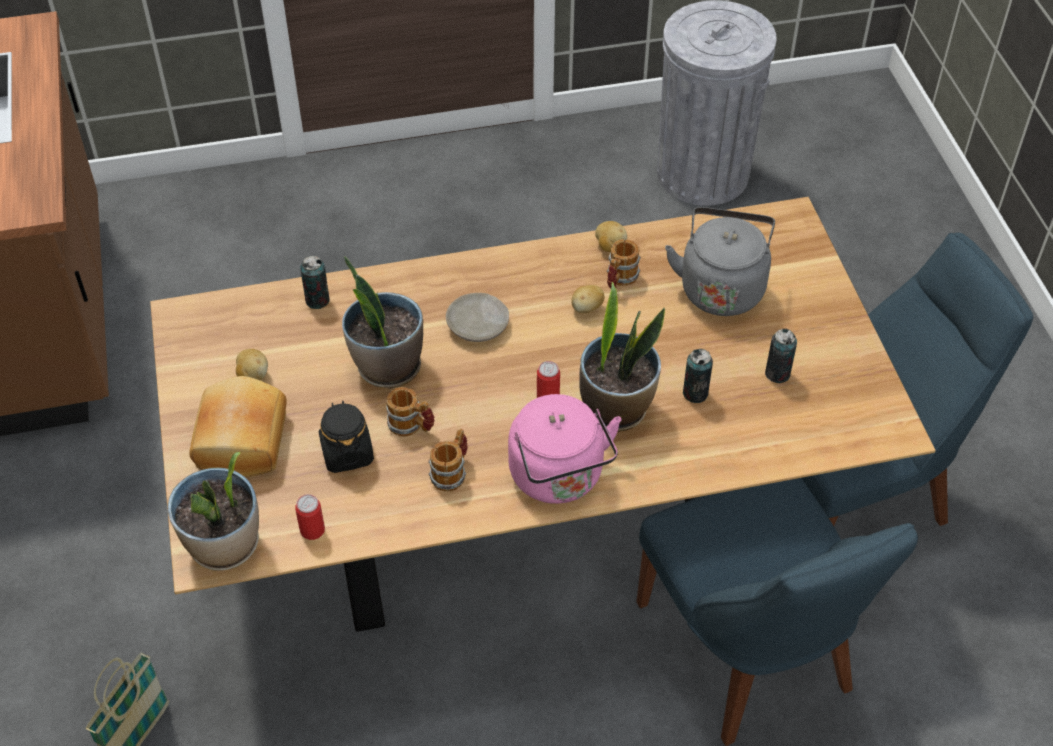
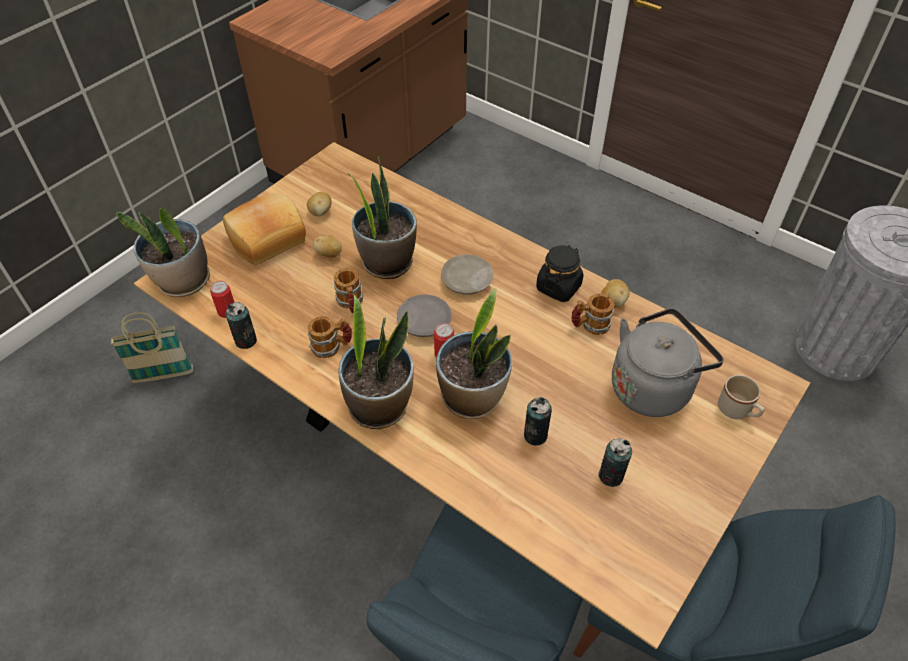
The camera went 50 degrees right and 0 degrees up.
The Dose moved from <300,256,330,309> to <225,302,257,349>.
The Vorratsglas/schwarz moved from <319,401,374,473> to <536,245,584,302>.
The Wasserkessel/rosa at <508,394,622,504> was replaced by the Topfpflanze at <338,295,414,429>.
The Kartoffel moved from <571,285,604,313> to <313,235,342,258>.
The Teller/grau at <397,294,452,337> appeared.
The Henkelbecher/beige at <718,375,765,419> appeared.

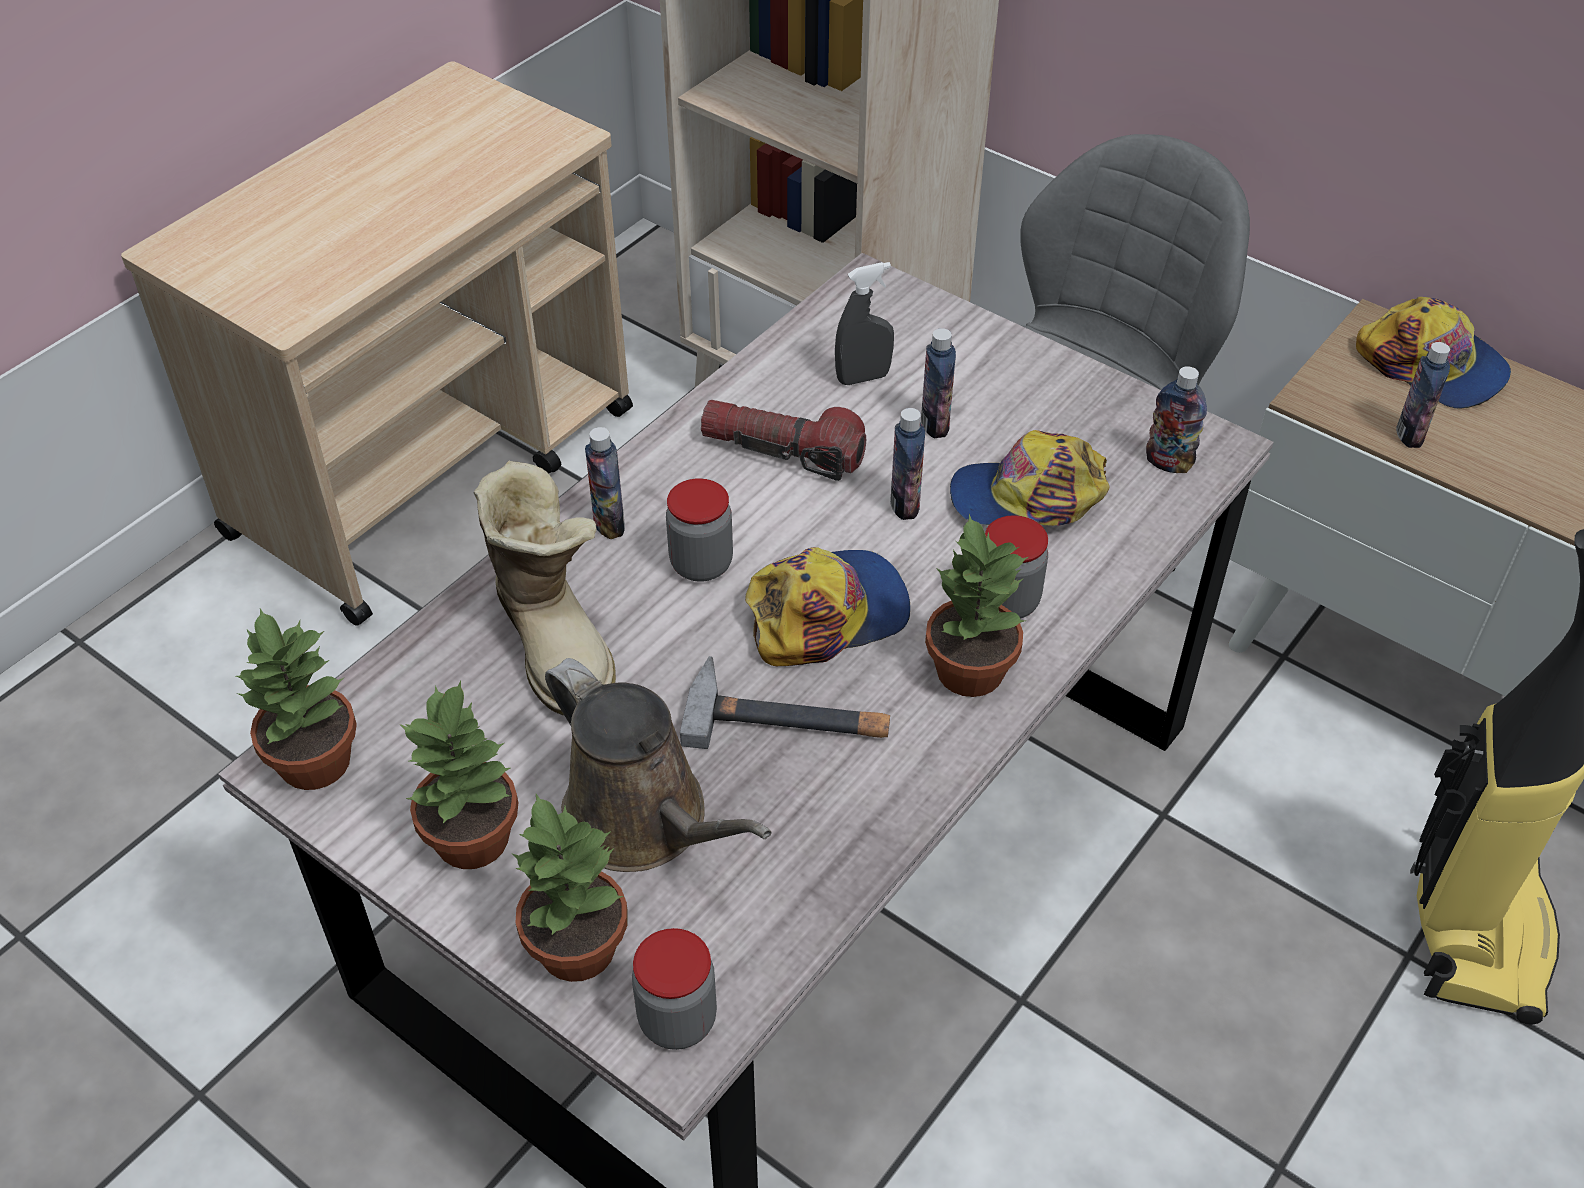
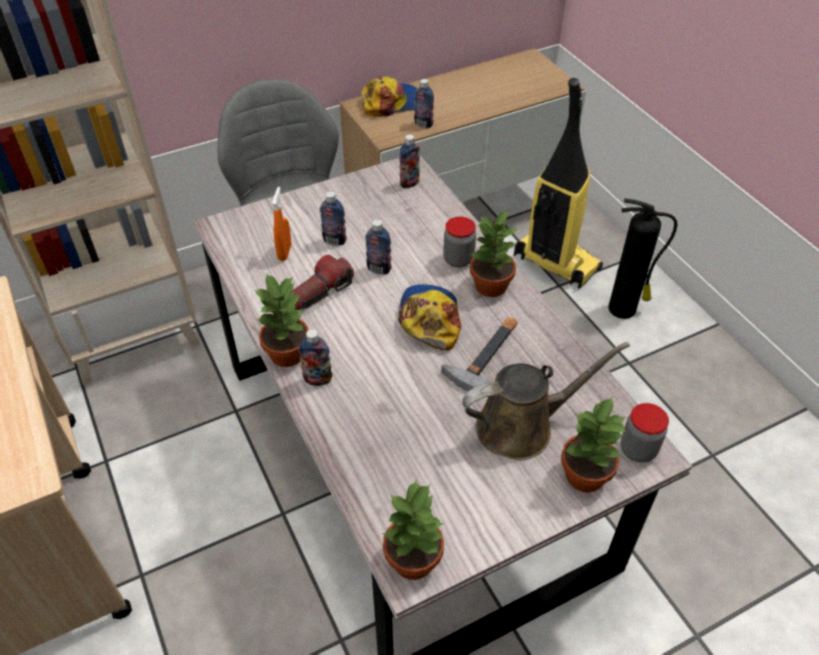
The camera went 65 degrees left and 0 degrees up.
The Topfpflanze moved from <400,681,518,869> to <253,273,309,367>.
The Stiefel at <474,461,616,715> disappeared.
The Vorratsglas at <666,478,733,582> disappeared.
The Sprühflasche/grau at <835,262,894,385> became the Sprühflasche/orange at <272,187,291,261>.
The Kappe at <950,430,1109,526> disappeared.
The Feuerlöscher at <608,199,677,319> appeared.

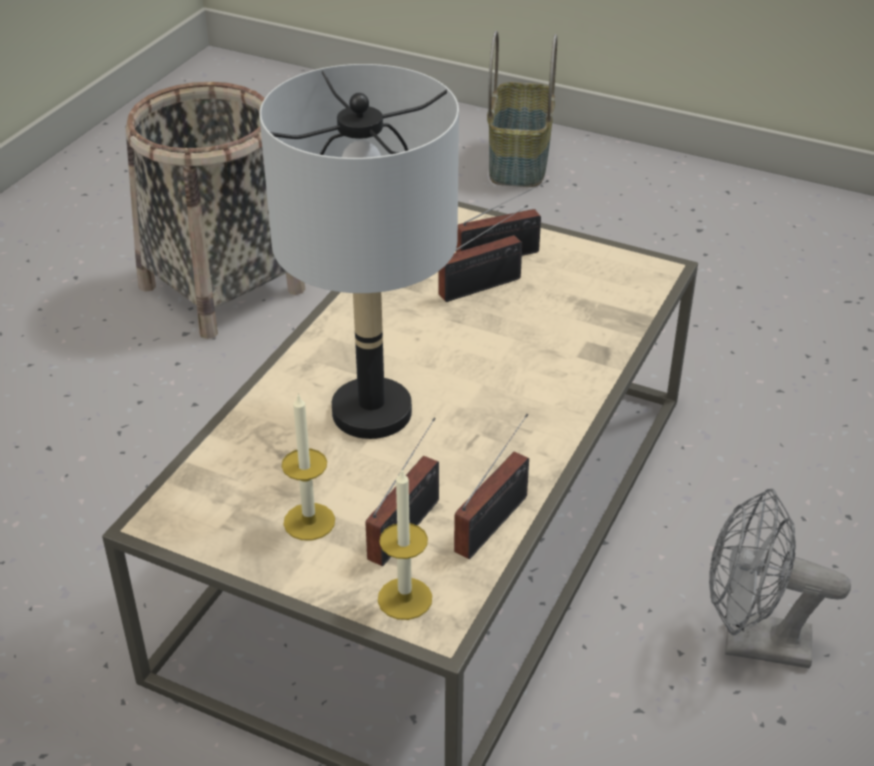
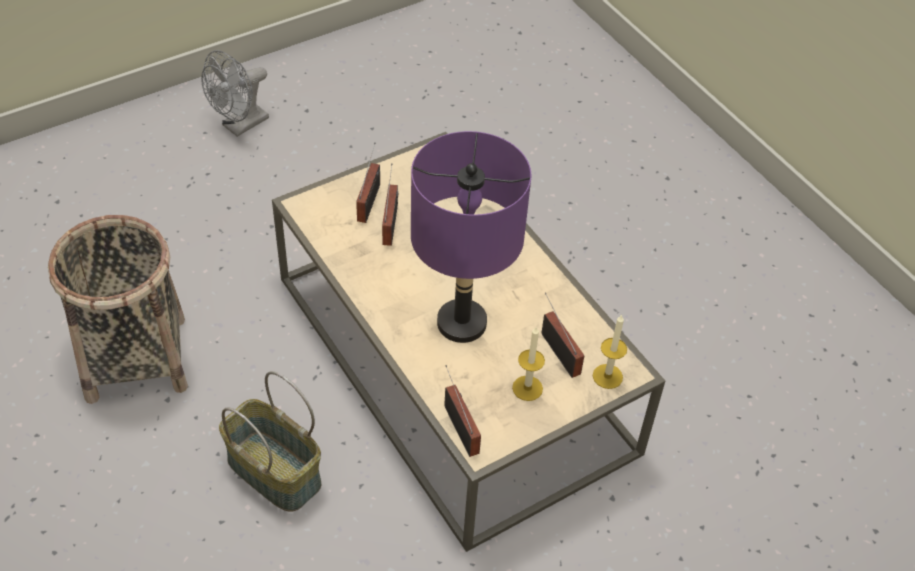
The camera went 60 degrees left and 10 degrees up.
The Tischlampe/grau at <259,64,459,439> became the Tischlampe/lila at <411,131,531,343>.
The Radio moved from <454,414,529,559> to <444,365,481,457>.
The Korb moved from <487,31,557,187> to <219,371,321,512>.
The Ventilator/grau moved from <709,489,851,668> to <201,50,269,137>.

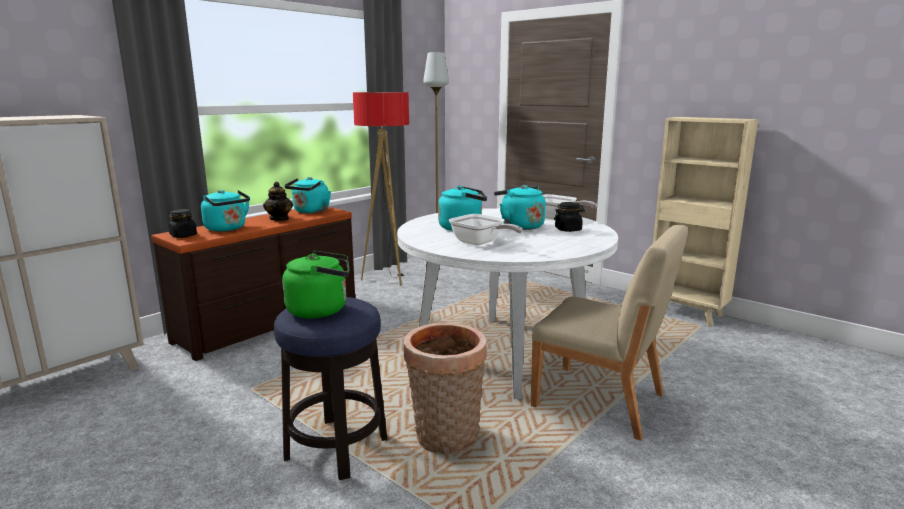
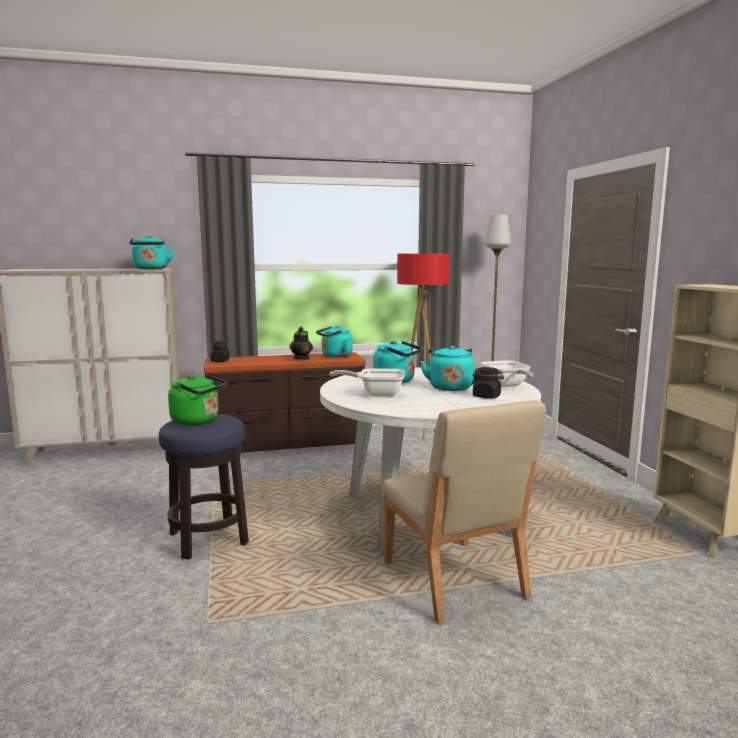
The camera went 35 degrees right and 5 degrees down.
The Wasserkessel/türkis moved from <201,190,250,231> to <130,235,175,269>.
The Korb at <404,323,487,455> disappeared.
The Pfanne at <449,214,523,245> turned 105 degrees clockwise.

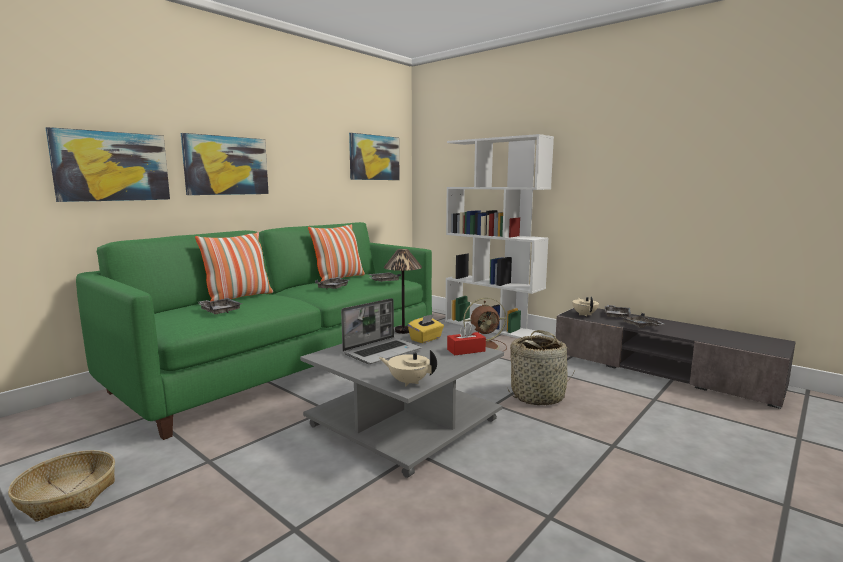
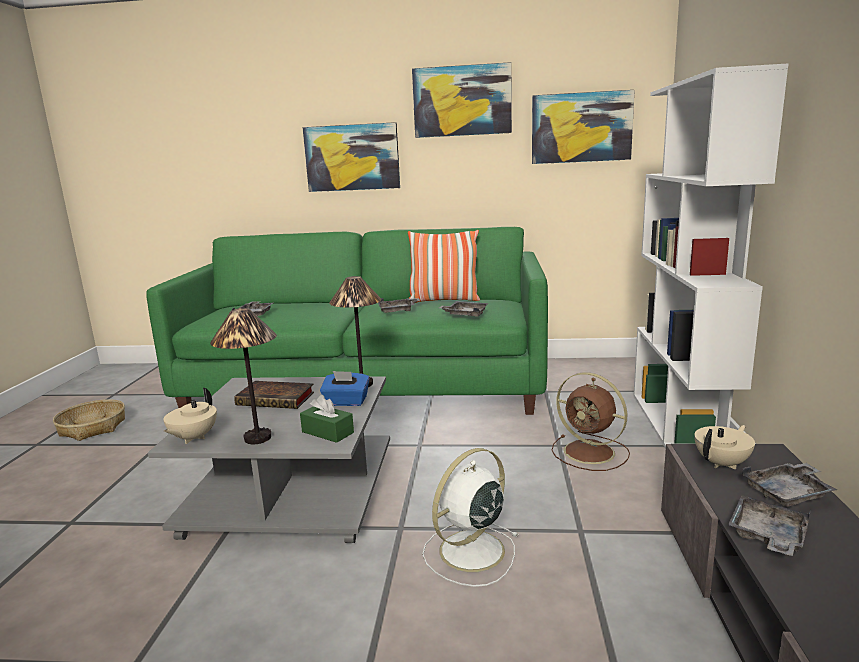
The camera went 55 degrees right and 5 degrees up.
The Bild moved from <45,127,170,202> to <412,62,512,138>.
The Kissen at <195,232,273,301> disappeared.
The Laptop at <341,298,421,364> was replaced by the Buch at <234,381,314,409>.
The Teekanne/beige at <379,350,437,386> turned 150 degrees counterclockwise.
The Taschentuchbox/gelb at <408,314,444,343> became the Taschentuchbox/blau at <320,371,370,406>.
The Taschentuchbox/rot at <447,323,486,355> became the Taschentuchbox/grün at <300,395,354,443>.
The Korb at <508,330,575,405> was replaced by the Ventilator/weiß at <422,448,518,587>.
The Tischlampe at <210,308,277,444> appeared.

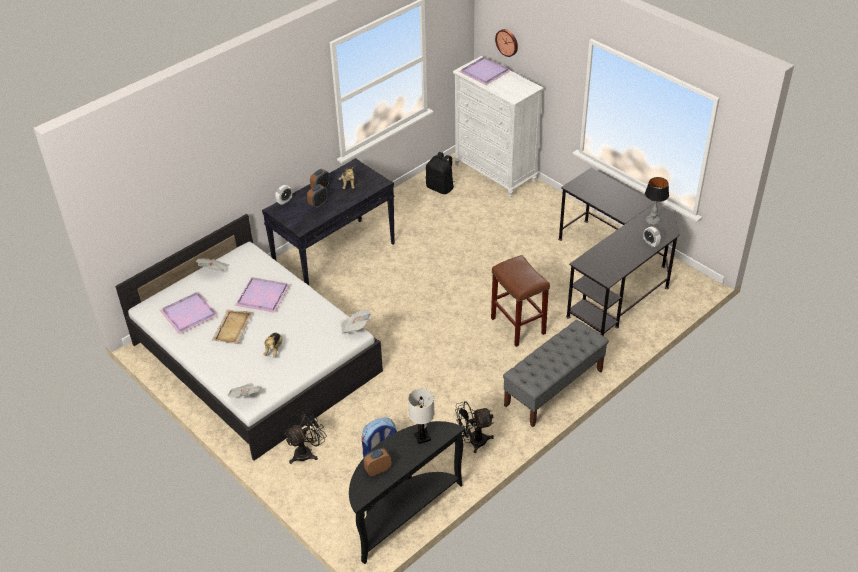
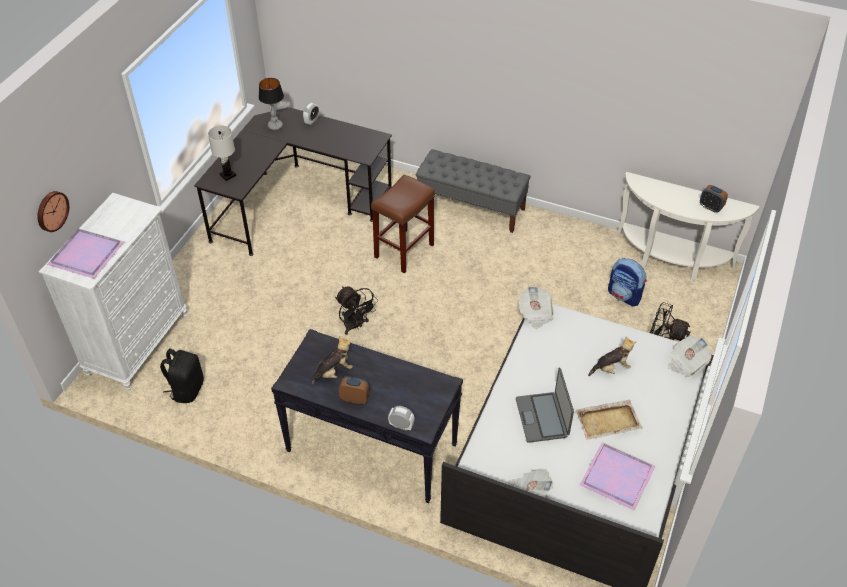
The camera went 115 degrees left and 5 degrees up.
The Tablett/lila at <235,277,290,313> was replaced by the Laptop at <516,368,574,443>.
The Wecker at <307,184,328,208> disappeared.
The Konsolentisch/schwarz at <349,421,465,564> became the Konsolentisch/weiß at <616,172,759,281>.
The Tischlampe/weiß moved from <408,389,435,444> to <208,126,236,181>.
The Ventilator/schwarz moved from <455,401,494,453> to <335,286,378,335>.

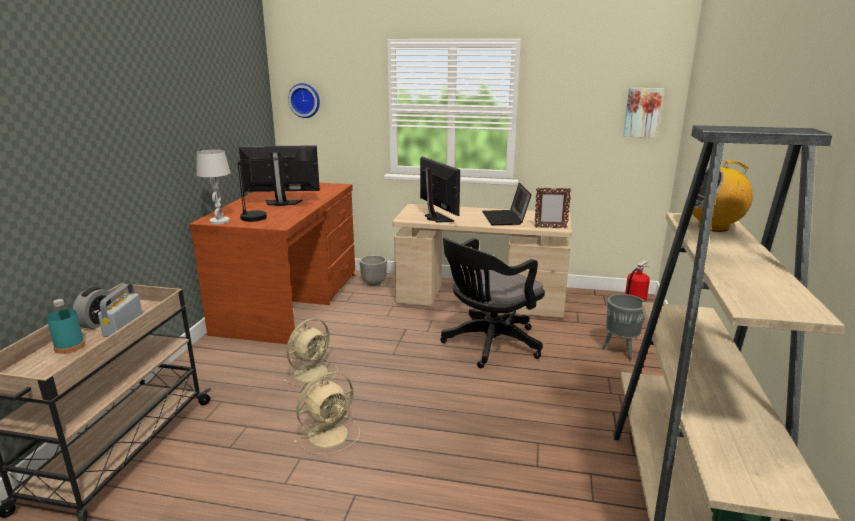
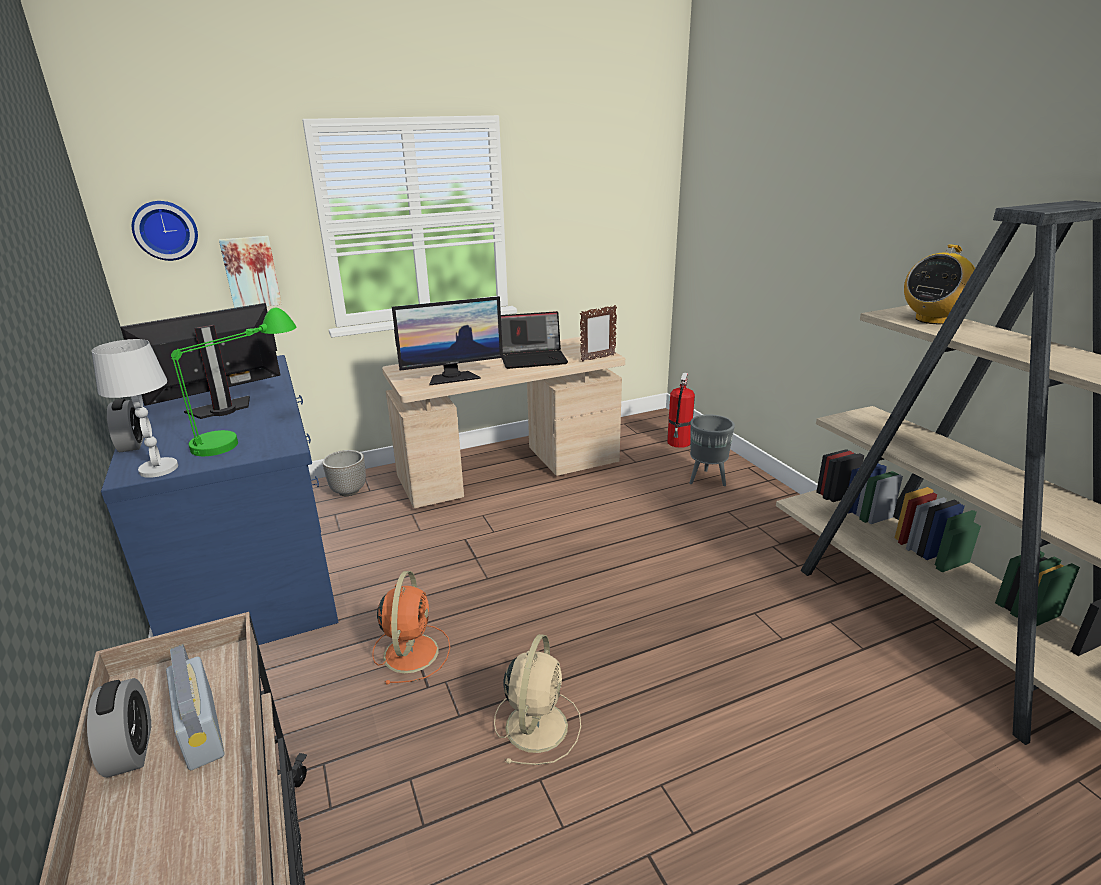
The camera went 35 degrees left and 5 degrees up.
The Flasche/türkis at <47,299,85,354> disappeared.
The Schreibtisch/braun at <189,183,355,345> became the Schreibtisch/blau at <101,355,339,645>.
The Tischlampe/schwarz at <238,146,314,222> became the Tischlampe/grün at <171,308,297,456>.
The Ventilator/beige at <283,318,338,387> became the Ventilator/orange at <372,571,450,684>.
The Monitor at <420,157,460,223> turned 135 degrees clockwise.
The Bürostuhl/schwarz at <440,238,545,368> disappeared.
The Laptop at <482,183,532,225> turned 60 degrees counterclockwise.
The Bild moved from <623,88,663,138> to <219,236,282,308>.
The Wecker at <107,399,144,453> appeared.

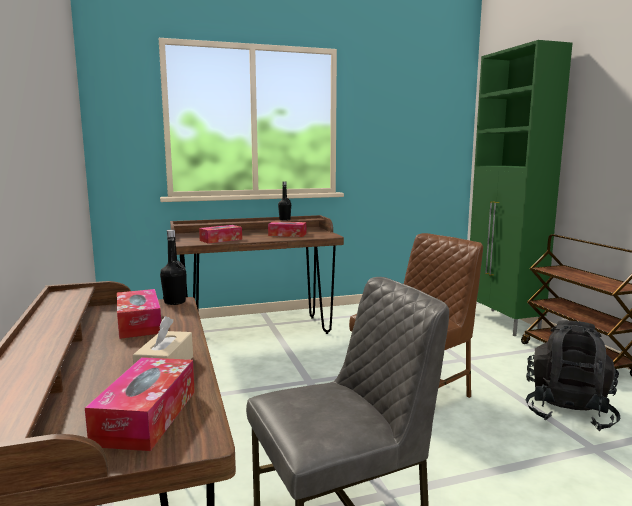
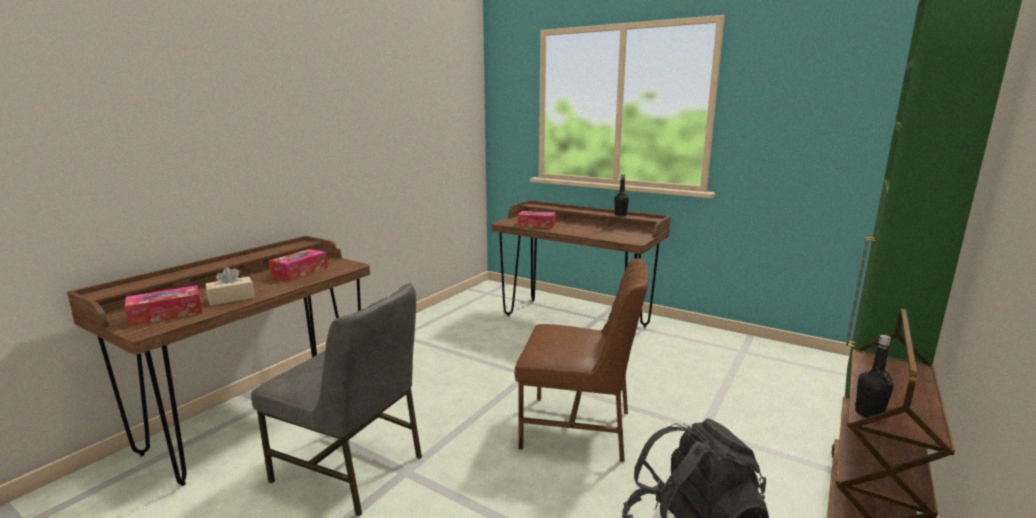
The camera went 50 degrees right and 5 degrees up.
The Flasche/schwarz moved from <160,230,187,305> to <855,335,893,418>.
The Taschentuchbox at <268,221,306,237> disappeared.

